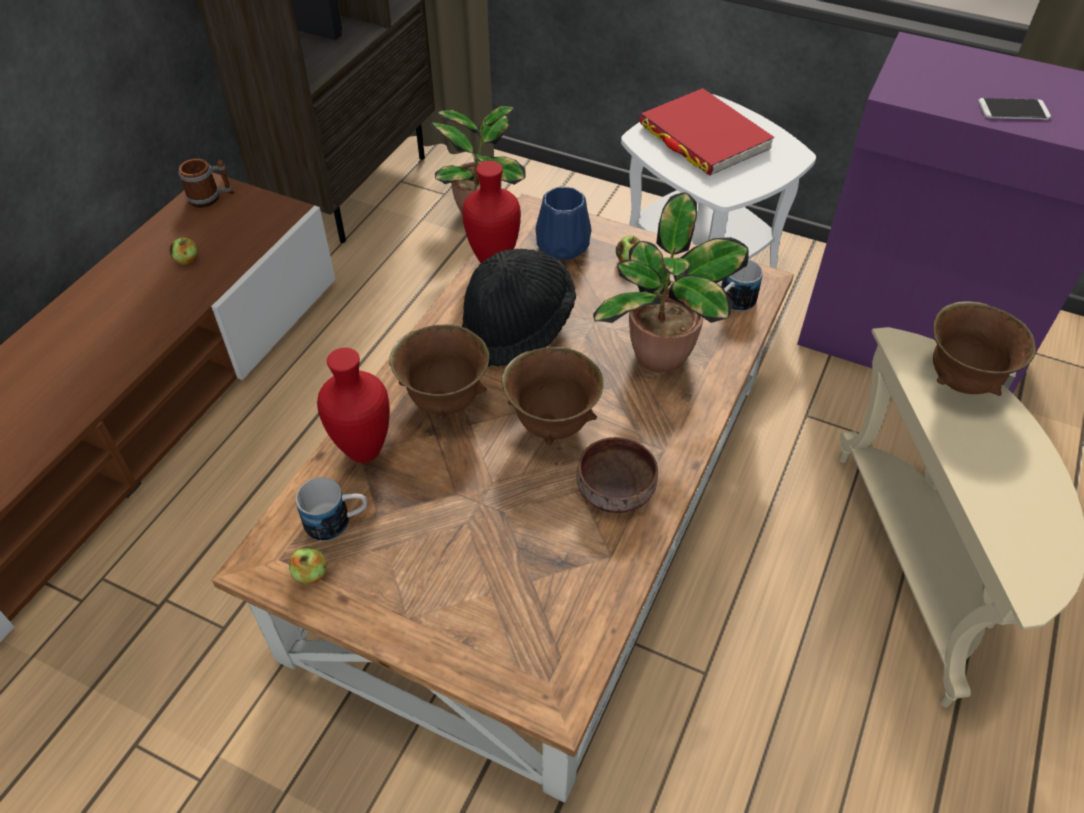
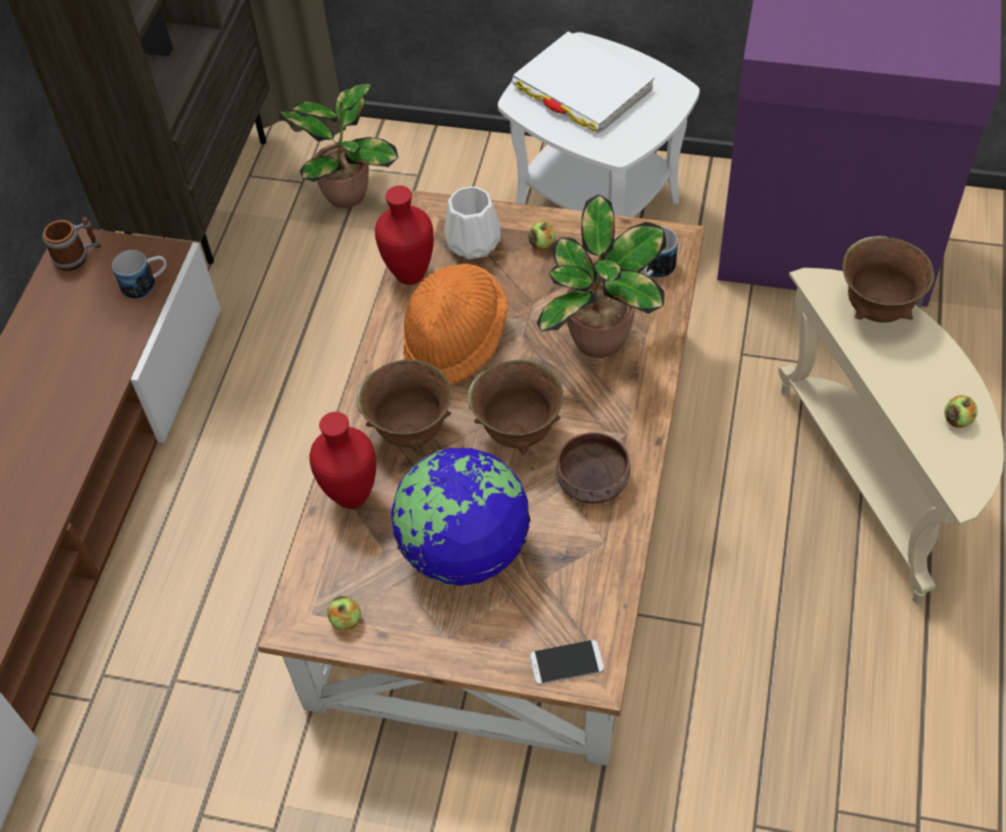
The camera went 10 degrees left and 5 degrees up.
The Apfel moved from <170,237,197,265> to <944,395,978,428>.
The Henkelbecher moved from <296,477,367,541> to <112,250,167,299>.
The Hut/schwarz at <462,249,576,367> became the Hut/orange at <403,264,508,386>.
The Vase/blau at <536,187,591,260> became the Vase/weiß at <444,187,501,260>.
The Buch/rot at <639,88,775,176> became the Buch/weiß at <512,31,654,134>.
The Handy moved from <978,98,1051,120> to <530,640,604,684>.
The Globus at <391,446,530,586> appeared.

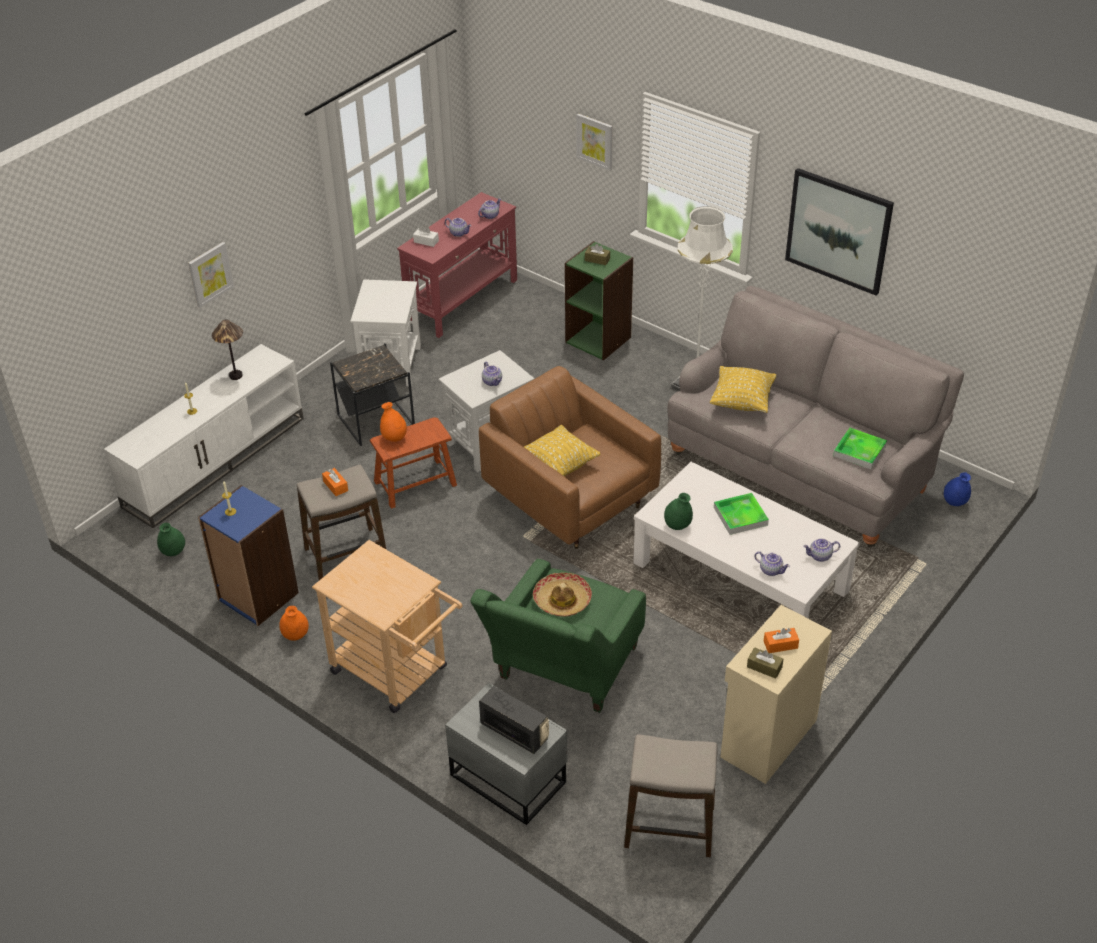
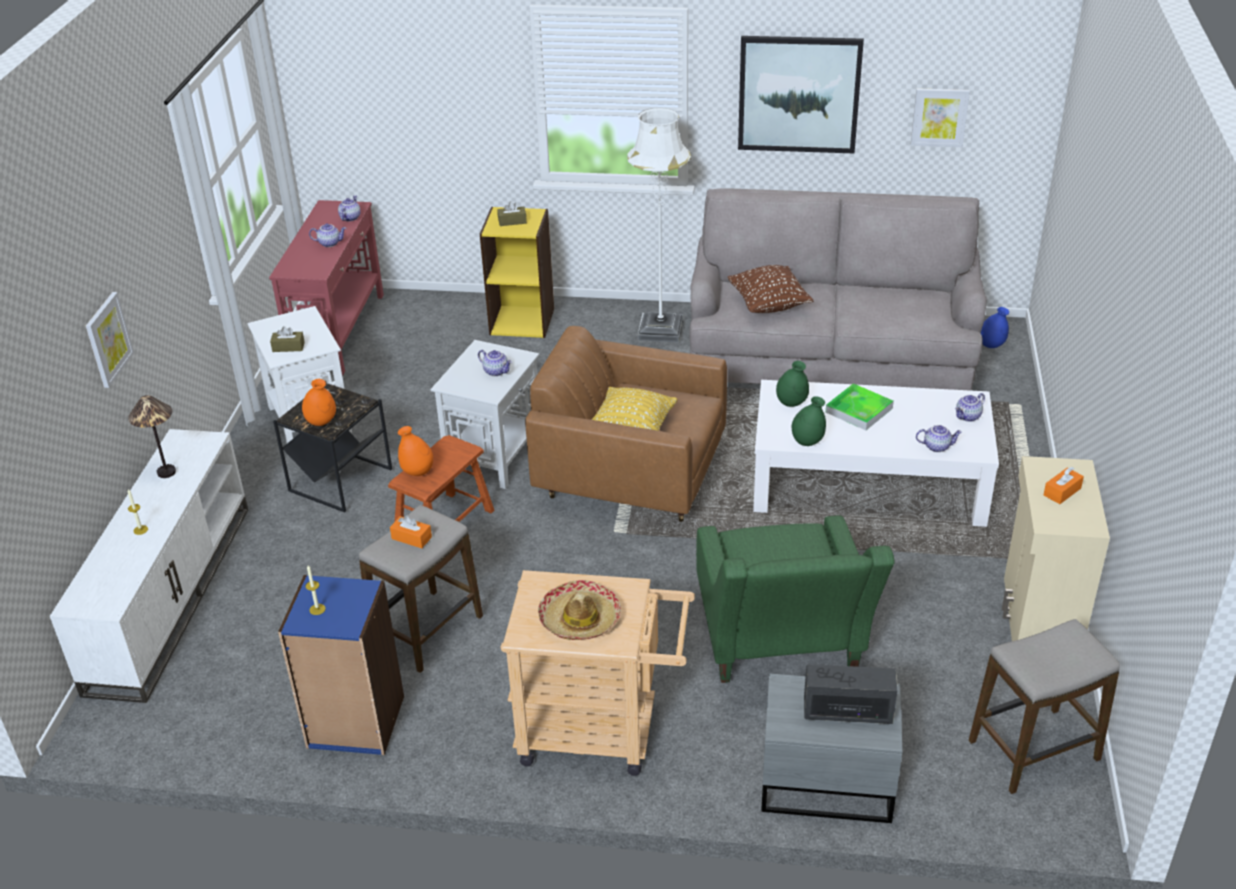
The camera went 30 degrees left and 5 degrees down.
The Vase/grün moved from <157,523,185,556> to <776,361,809,407>.
The Vase/orange moved from <279,606,309,641> to <302,379,336,426>.
The Taschentuchbox/weiß at <413,226,439,247> disappeared.
The Hut moved from <533,573,592,617> to <538,580,621,640>.
The Bücherregal/grün at <565,241,633,360> became the Bücherregal/gelb at <480,207,554,338>.
The Bild moved from <576,114,613,170> to <911,88,970,147>.
The Kissen/gelb at <710,366,776,413> became the Kissen/braun at <728,265,813,313>.
The Taschentuchbox/braun moved from <747,647,783,679> to <270,326,305,352>.
The Tablett at <833,428,887,469> disappeared.

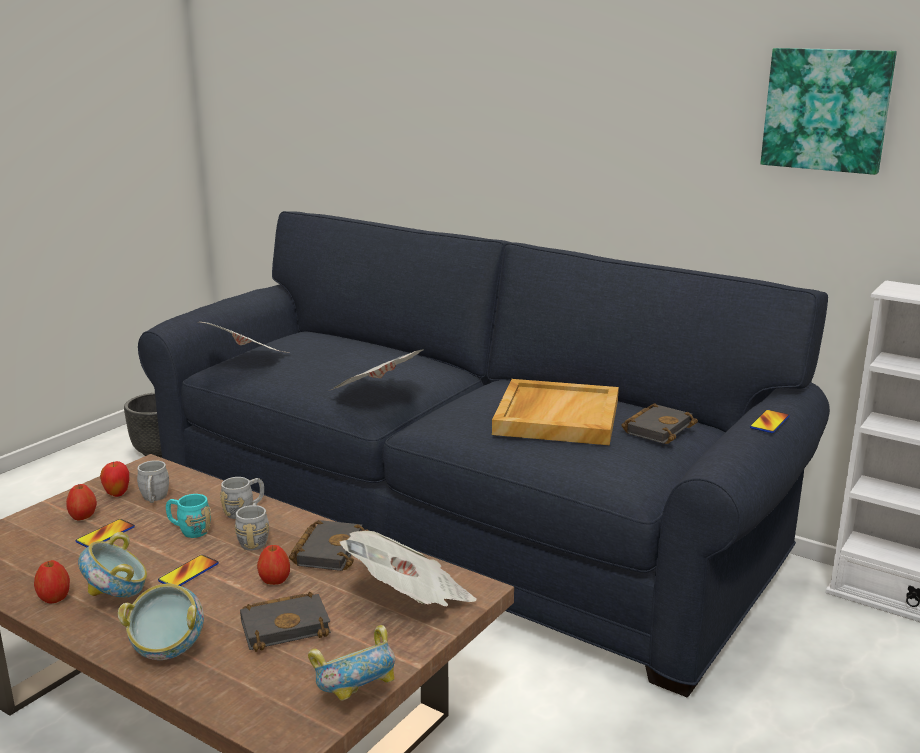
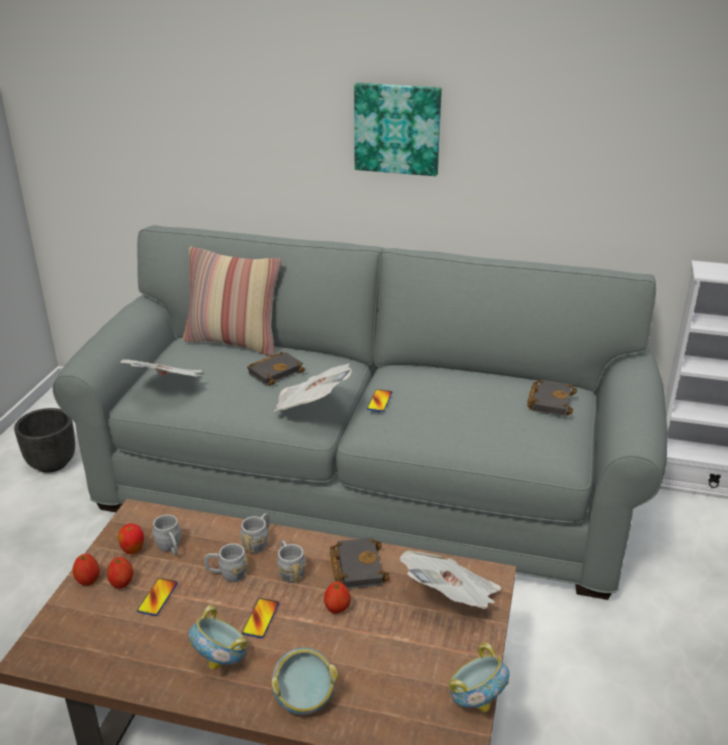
The camera went 20 degrees left and 10 degrees up.
The Apfel moved from <34,560,70,604> to <73,554,100,586>.
The Sofa/blau at <138,211,830,697> became the Sofa/grau at <53,225,668,600>.
The Henkelbecher/türkis at <166,494,211,538> became the Henkelbecher/grau at <204,543,248,582>.
The Buch/schwarz moved from <240,592,331,652> to <247,352,305,386>.
The Tablett/beige at <492,379,619,445> disappeared.
The Handy moved from <750,410,790,433> to <367,389,392,412>.
The Bild moved from <761,48,897,175> to <354,83,442,176>.
The Kissen at <183,247,281,356> appeared.

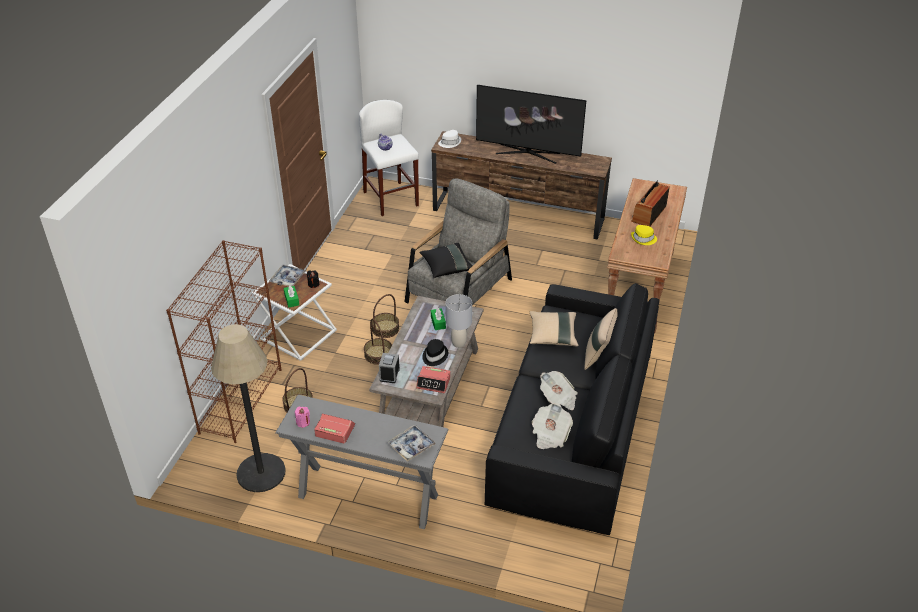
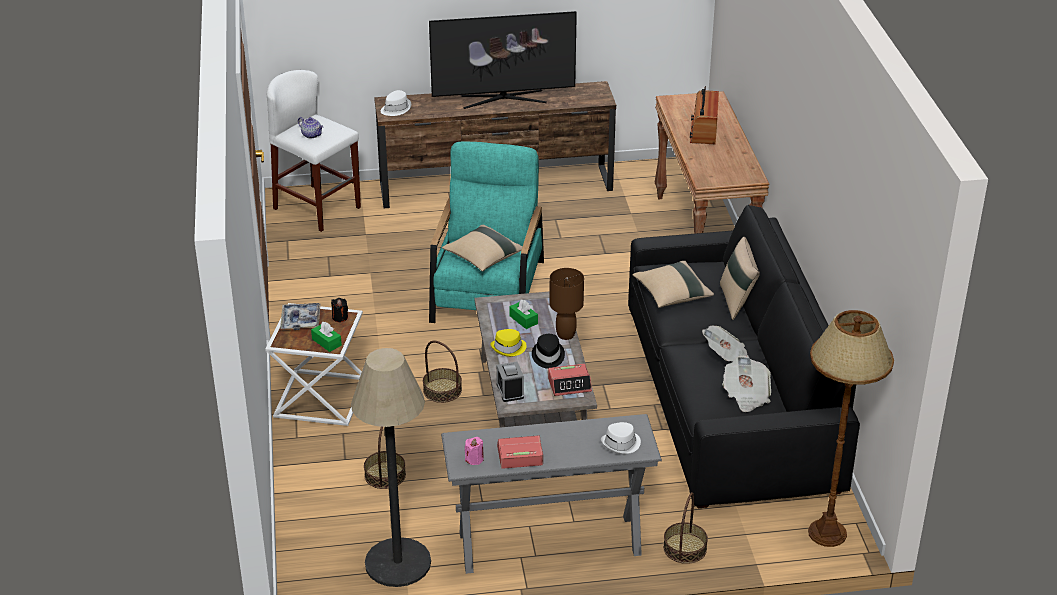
The camera went 25 degrees left and 5 degrees down.
The Bücherregal/braun at <166,240,281,443> disappeared.
The Korb moved from <372,294,399,338> to <663,492,708,564>.
The Tablett at <387,425,436,462> was replaced by the Hut/weiß at <601,422,641,454>.
The Sessel/grau at <405,178,512,306> became the Sessel/türkis at <429,142,544,323>.
The Kissen/schwarz at <419,243,472,278> became the Kissen/beige at <442,225,523,271>.
The Tischlampe/grau at <446,294,472,348> became the Tischlampe/braun at <549,268,584,340>.
The Hut/gelb moved from <631,225,657,245> to <490,329,527,357>.
The Stehlampe/braun at <808,310,894,547> appeared.

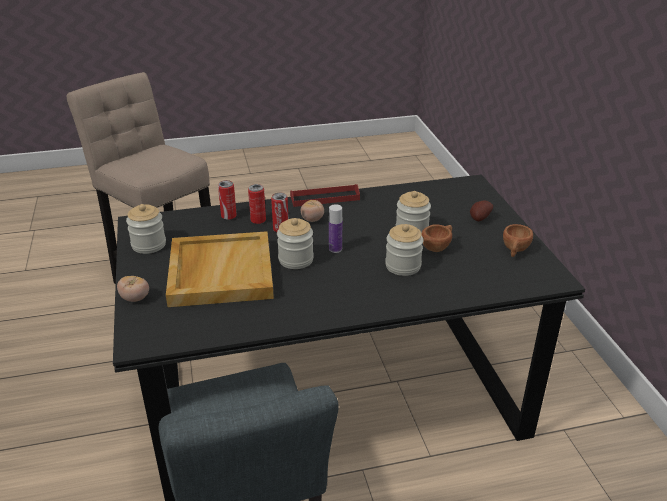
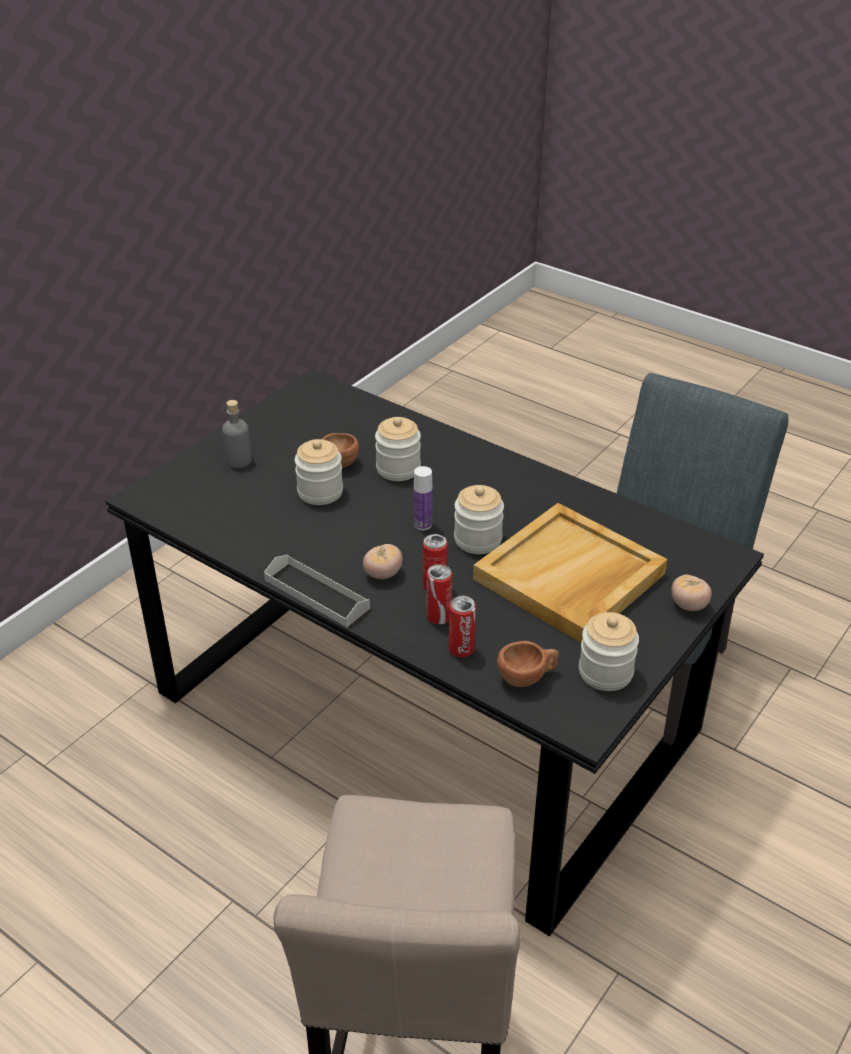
The camera went 130 degrees left and 5 degrees up.
The Tablett/rot at <290,184,360,207> became the Tablett/grau at <264,555,370,627>.
The Kartoffel at <470,200,493,221> was replaced by the Flasche/grau at <222,400,252,468>.
The Tasse/braun moved from <503,224,533,257> to <497,641,559,687>.

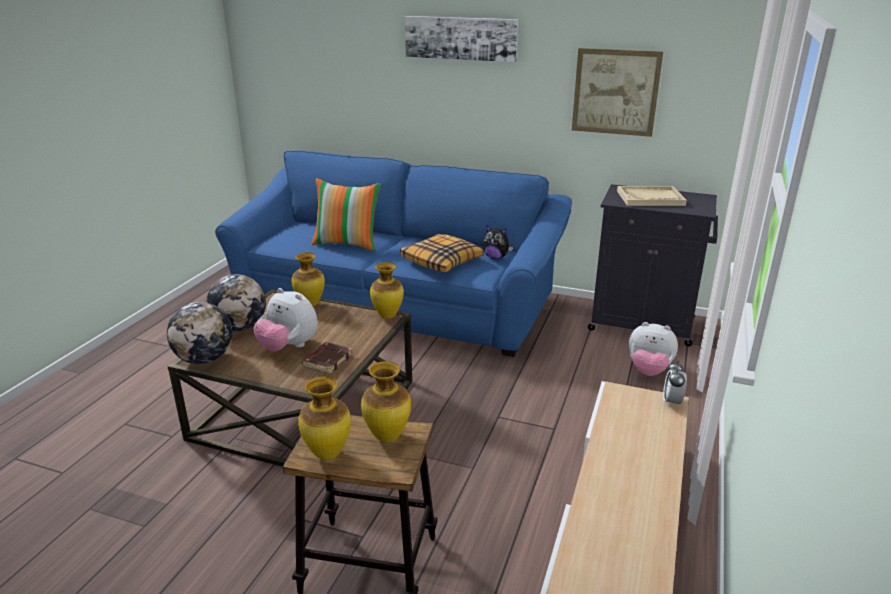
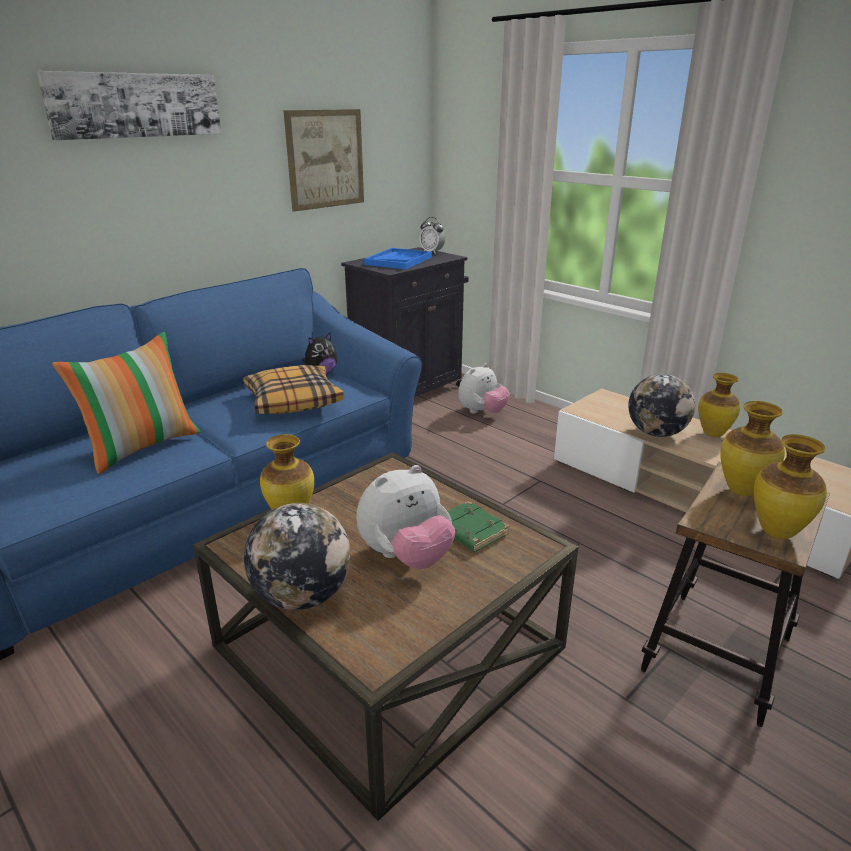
The camera went 65 degrees left and 0 degrees up.
The Globus moved from <167,302,233,364> to <628,374,695,437>.
The Buch/braun at <301,342,353,374> became the Buch/grün at <447,501,509,552>.
The Vase moved from <370,262,404,319> to <698,373,741,437>.
The Tablett/beige at <617,186,687,206> became the Tablett/blau at <364,248,432,269>.
The Wecker moved from <663,361,687,407> to <419,217,445,254>.

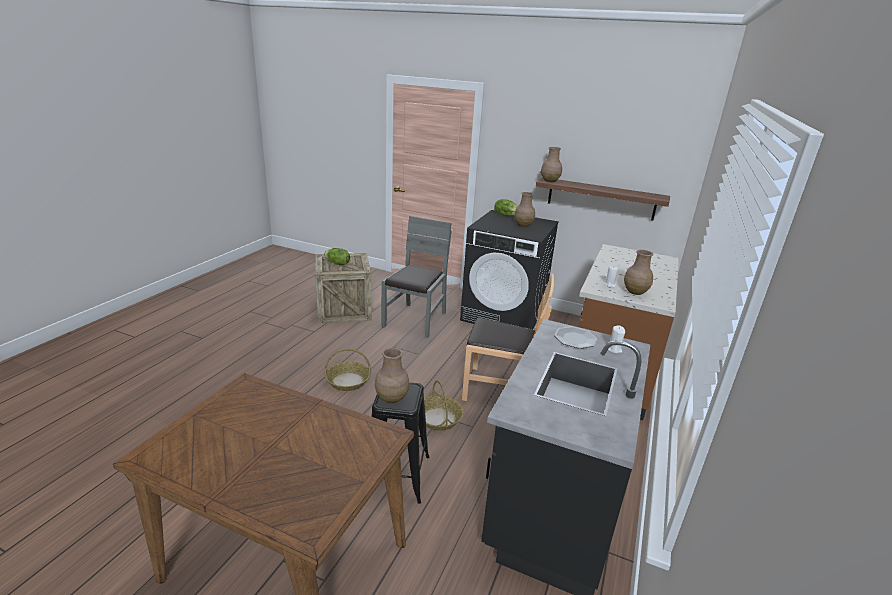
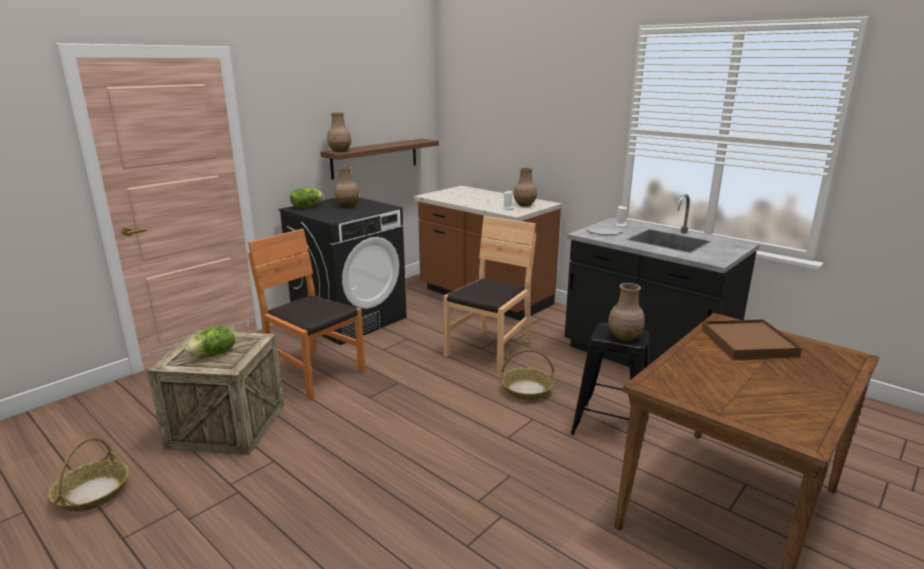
The camera went 70 degrees left and 5 degrees down.
The Korb moved from <325,349,370,391> to <48,437,129,512>.
The Stuhl/grau at <382,216,452,338> became the Stuhl/orange at <248,229,365,400>.
The Tablett/braun at <702,319,802,360> appeared.

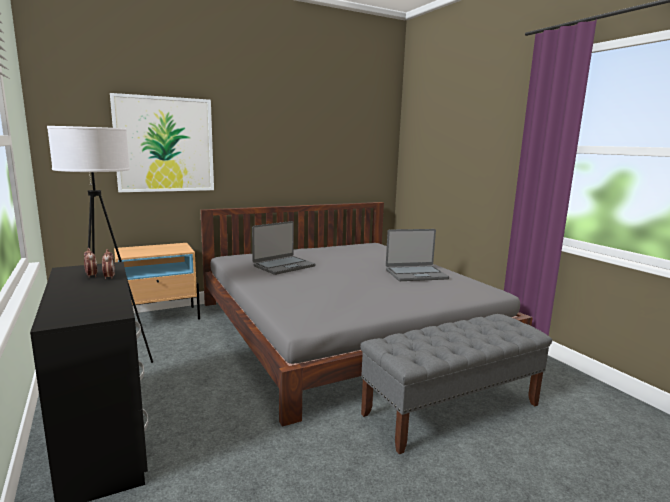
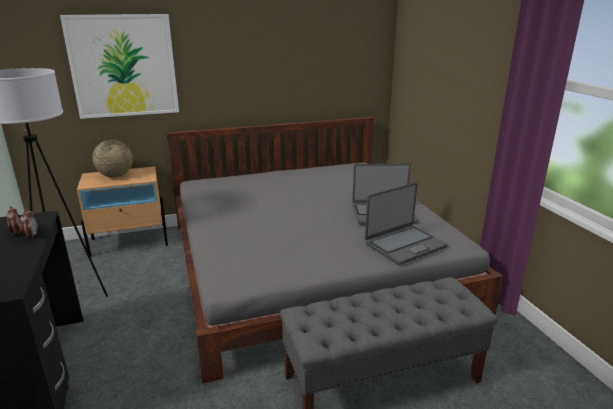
The camera went 10 degrees right and 10 degrees up.
The Laptop moved from <252,221,315,275> to <365,183,448,265>.
The Globus at <92,140,133,178> appeared.

